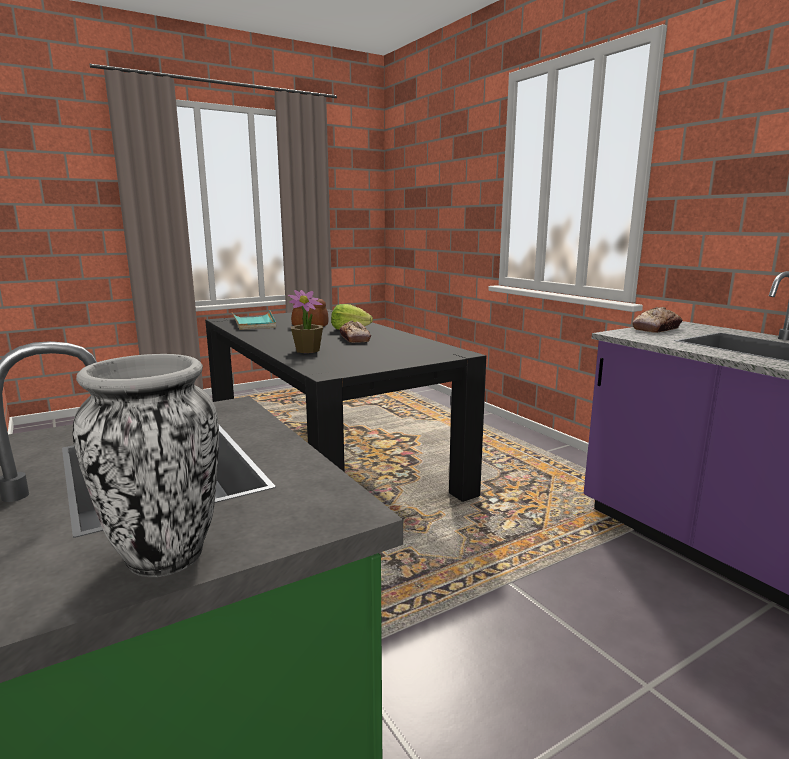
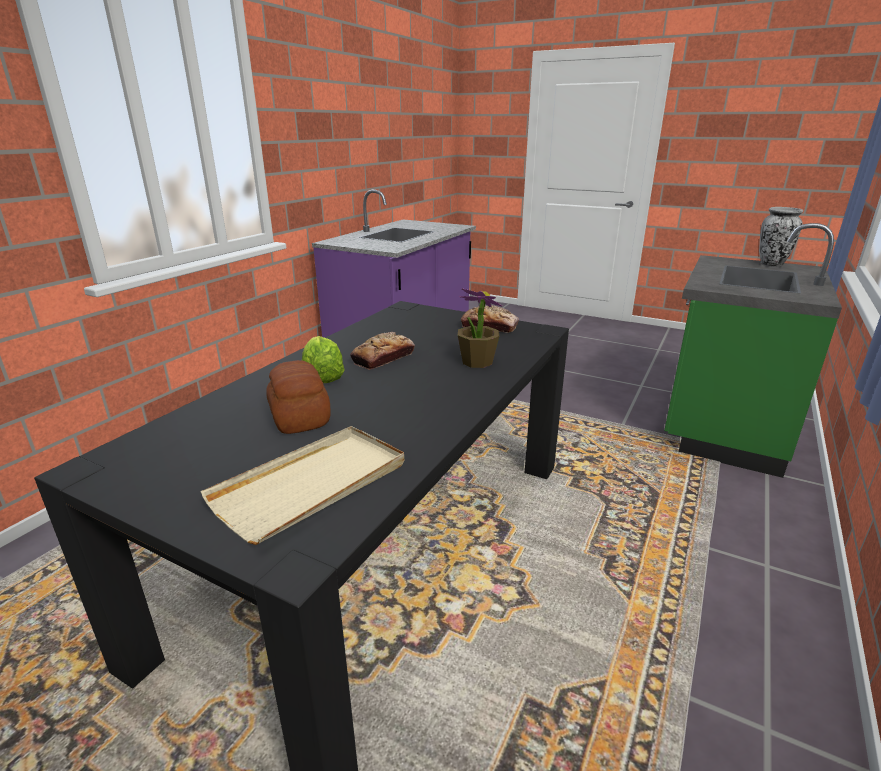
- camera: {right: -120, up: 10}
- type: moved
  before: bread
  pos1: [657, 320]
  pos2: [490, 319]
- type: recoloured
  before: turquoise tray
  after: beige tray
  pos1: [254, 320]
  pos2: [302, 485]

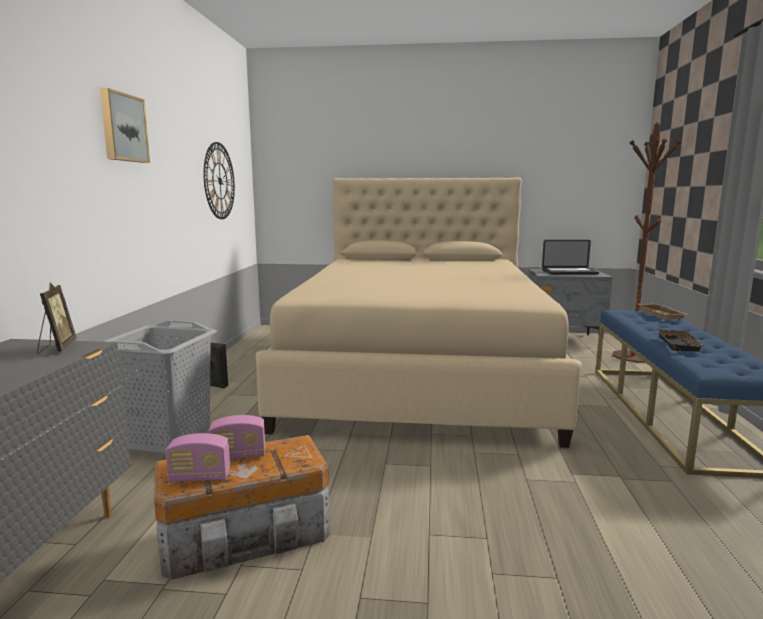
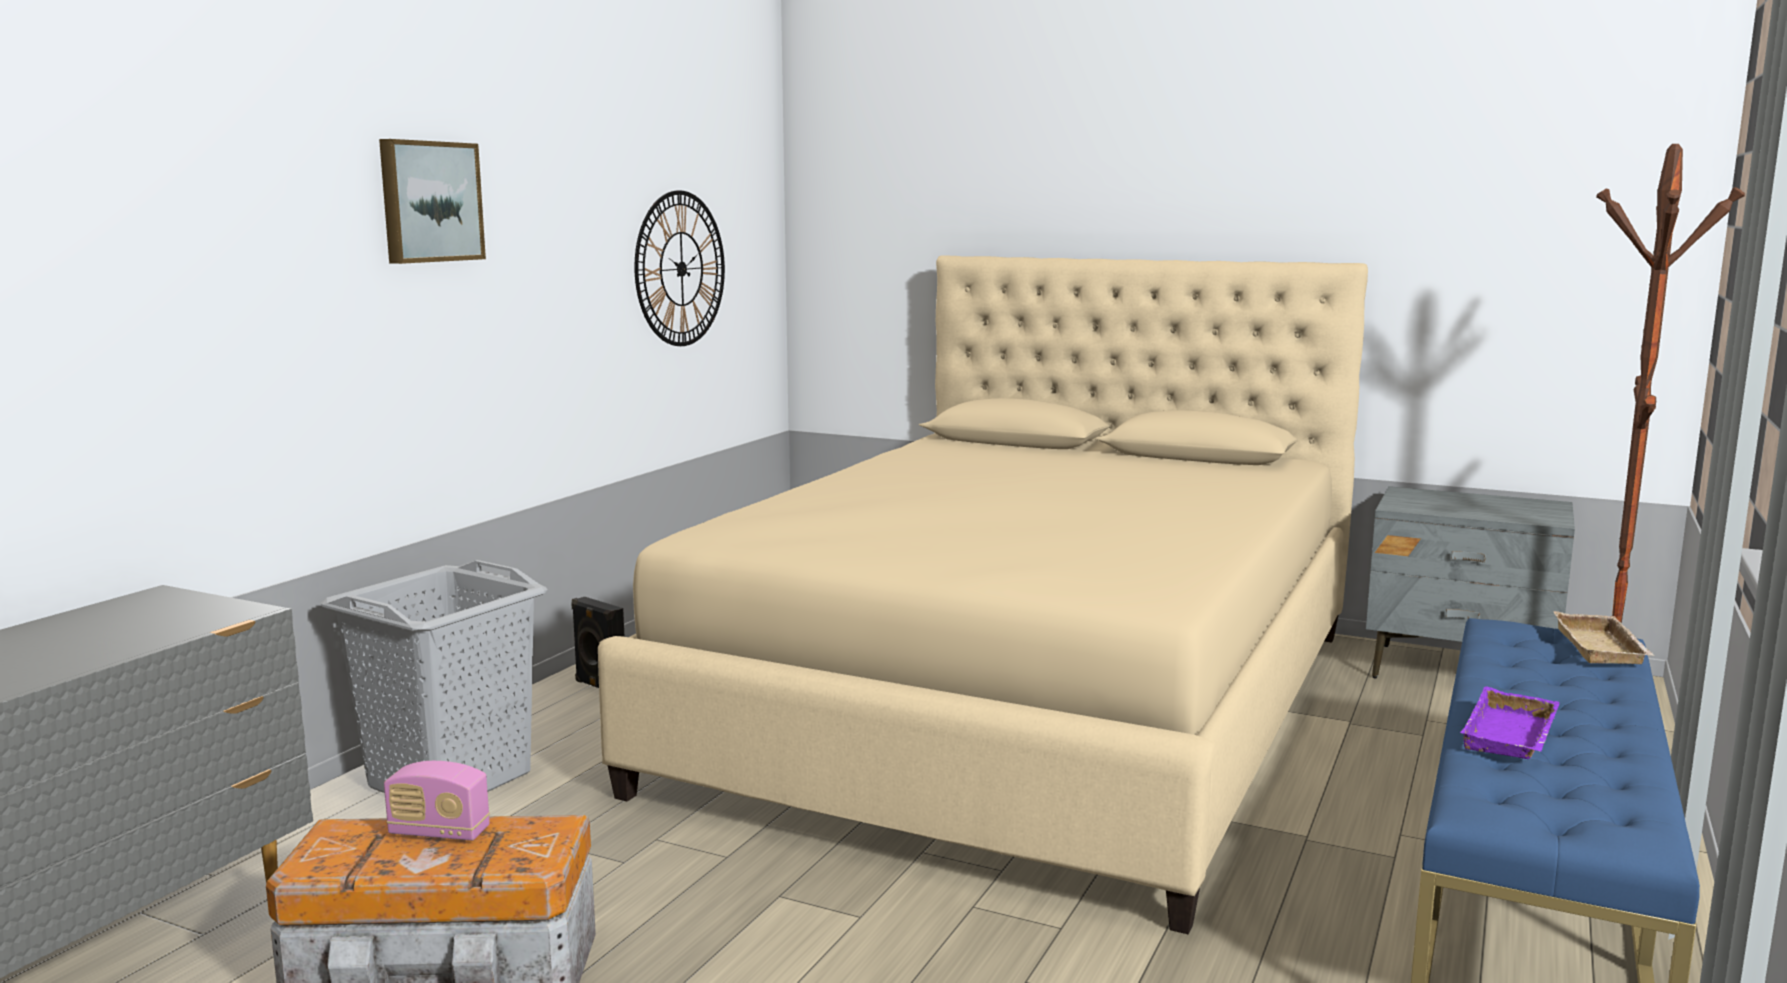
- camera: {right: 20, up: 0}
- type: removed
  before: picture frame
  pos1: [57, 318]
- type: removed
  before: radio
  pos1: [197, 457]
- type: removed
  before: laptop
  pos1: [570, 257]
- type: recoloured
  before: black tray
  after: purple tray
  pos1: [681, 340]
  pos2: [1510, 722]

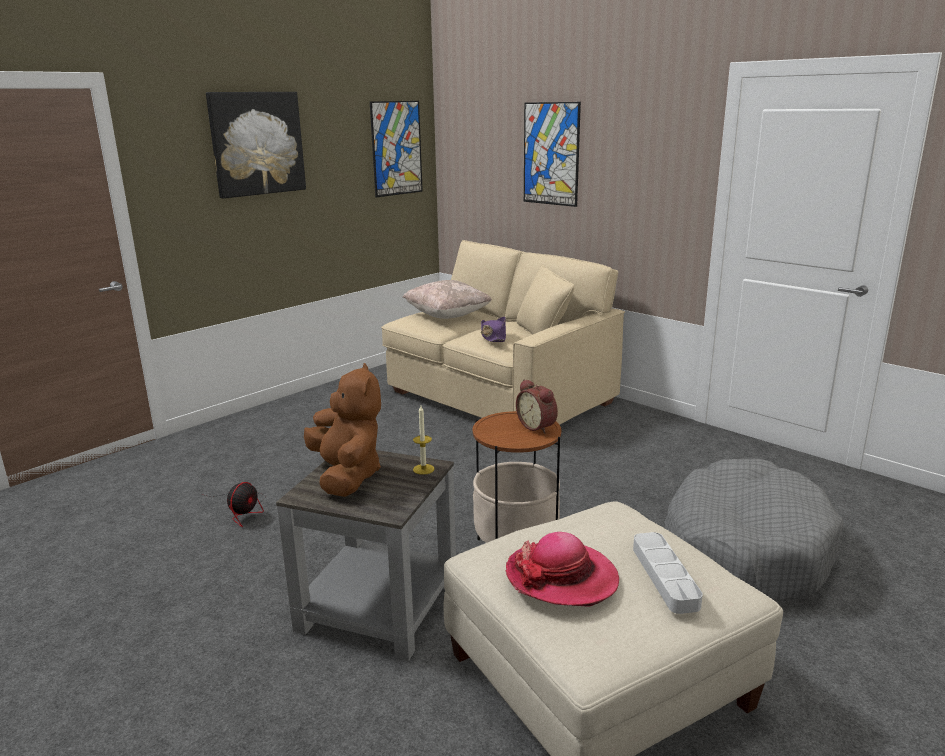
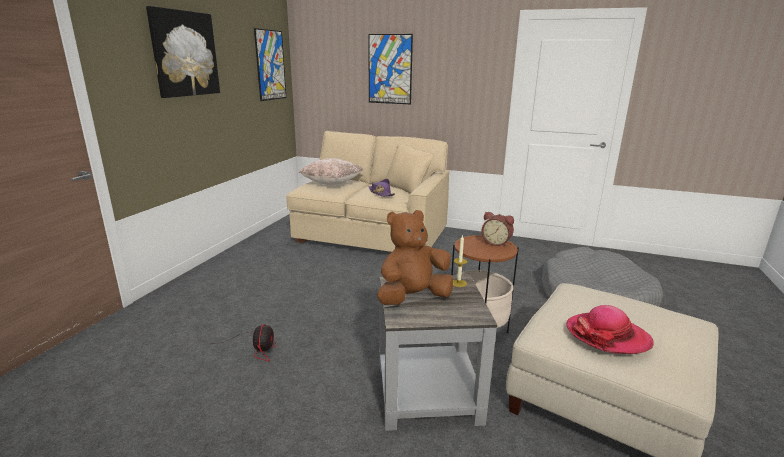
- camera: {right: -25, up: 0}
- type: removed
  before: grey tray
  pos1: [668, 573]
- type: turned
  before: brown plush toy
  pos1: [342, 430]
  pos2: [415, 257]
  turn: -75

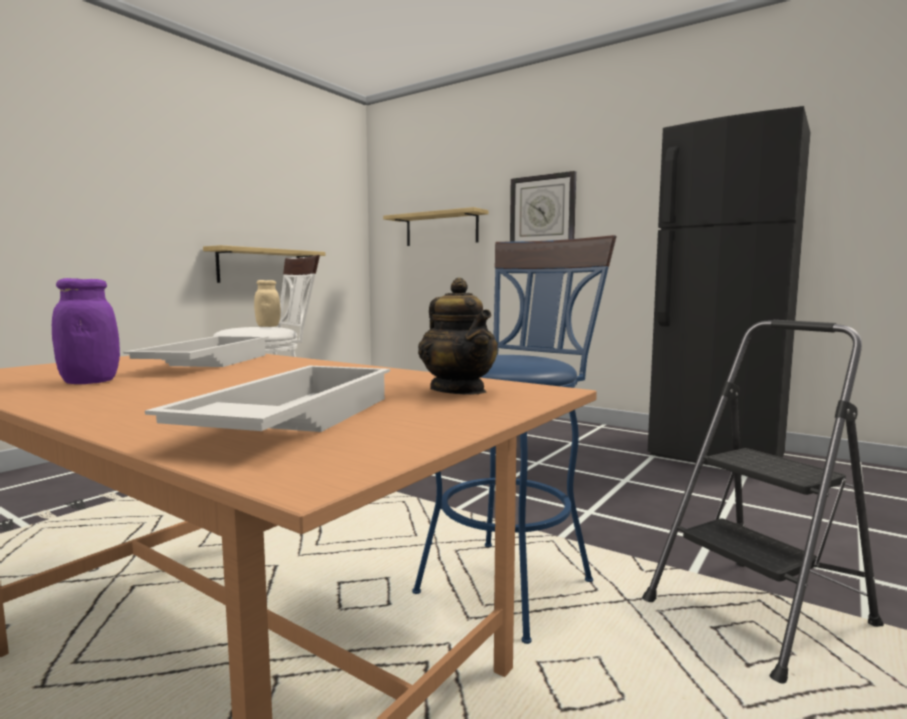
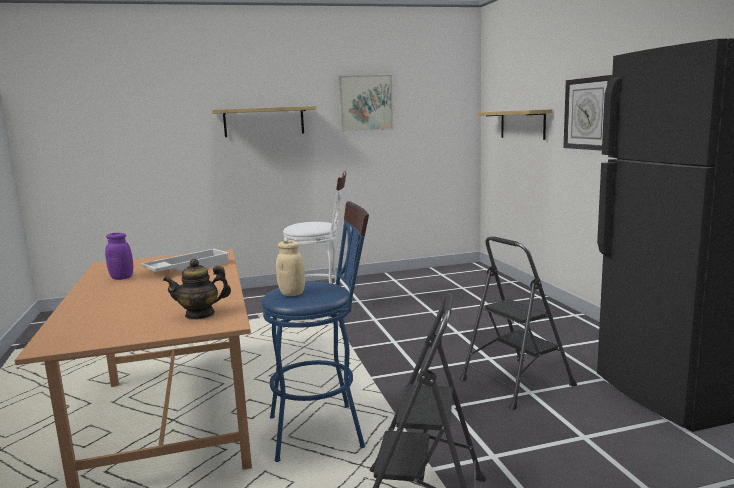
- camera: {right: 40, up: 5}
- type: removed
  before: white tray
  pos1: [267, 399]
- type: added
  after: picture
  pos2: [365, 103]
- type: added
  after: black step ladder
  pos2: [518, 323]
- type: moved
  before: shelf
  pos1: [264, 264]
  pos2: [264, 121]
- type: moved
  before: beige jar
  pos1: [267, 303]
  pos2: [290, 268]
- type: turned
  before: teapot
  pos1: [458, 336]
  pos2: [197, 289]
  turn: 60

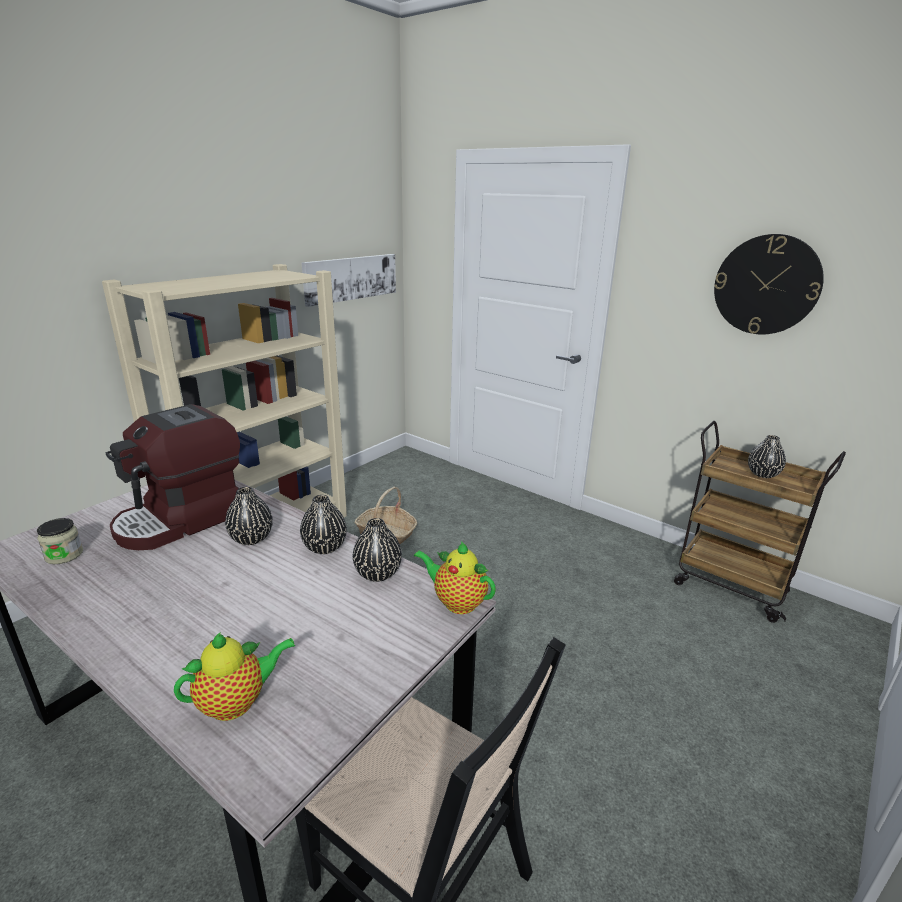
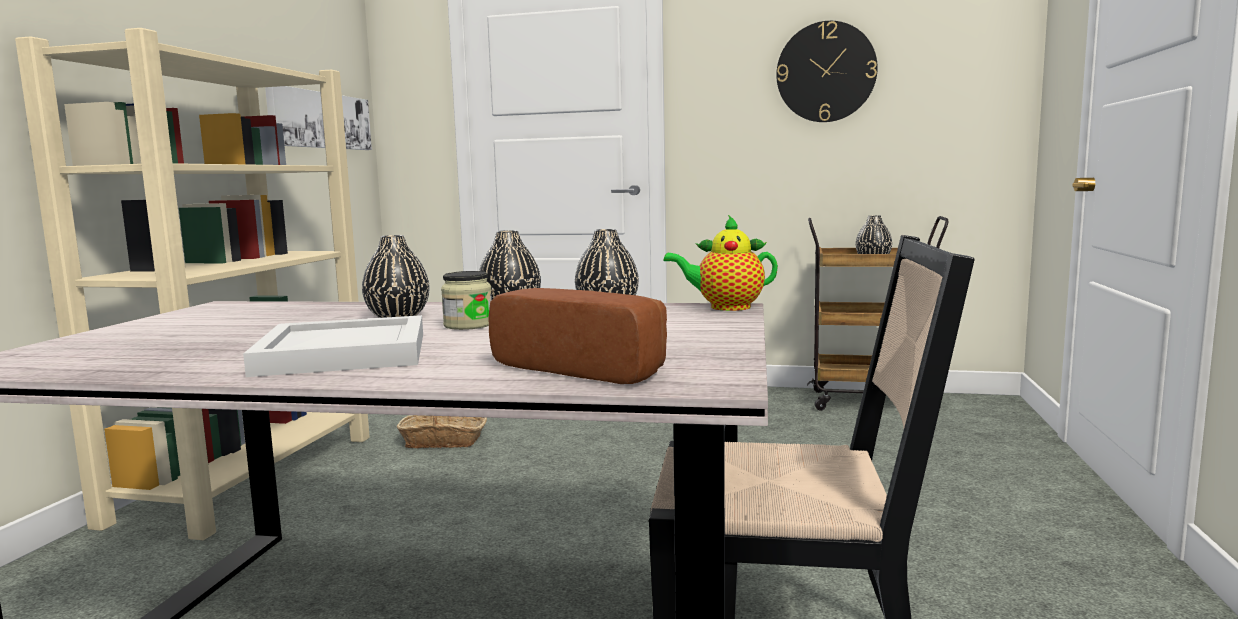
- camera: {right: -25, up: -15}
- type: removed
  before: coffee machine
  pos1: [172, 477]
- type: added
  after: white tray
  pos2: [333, 346]
- type: moved
  before: jar
  pos1: [60, 541]
  pos2: [466, 300]
- type: replaced
  before: teapot
  after: bread
  pos1: [234, 676]
  pos2: [577, 336]

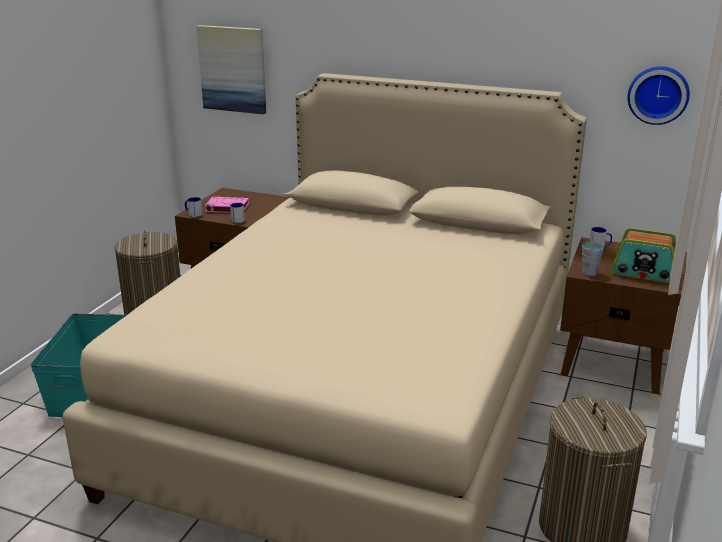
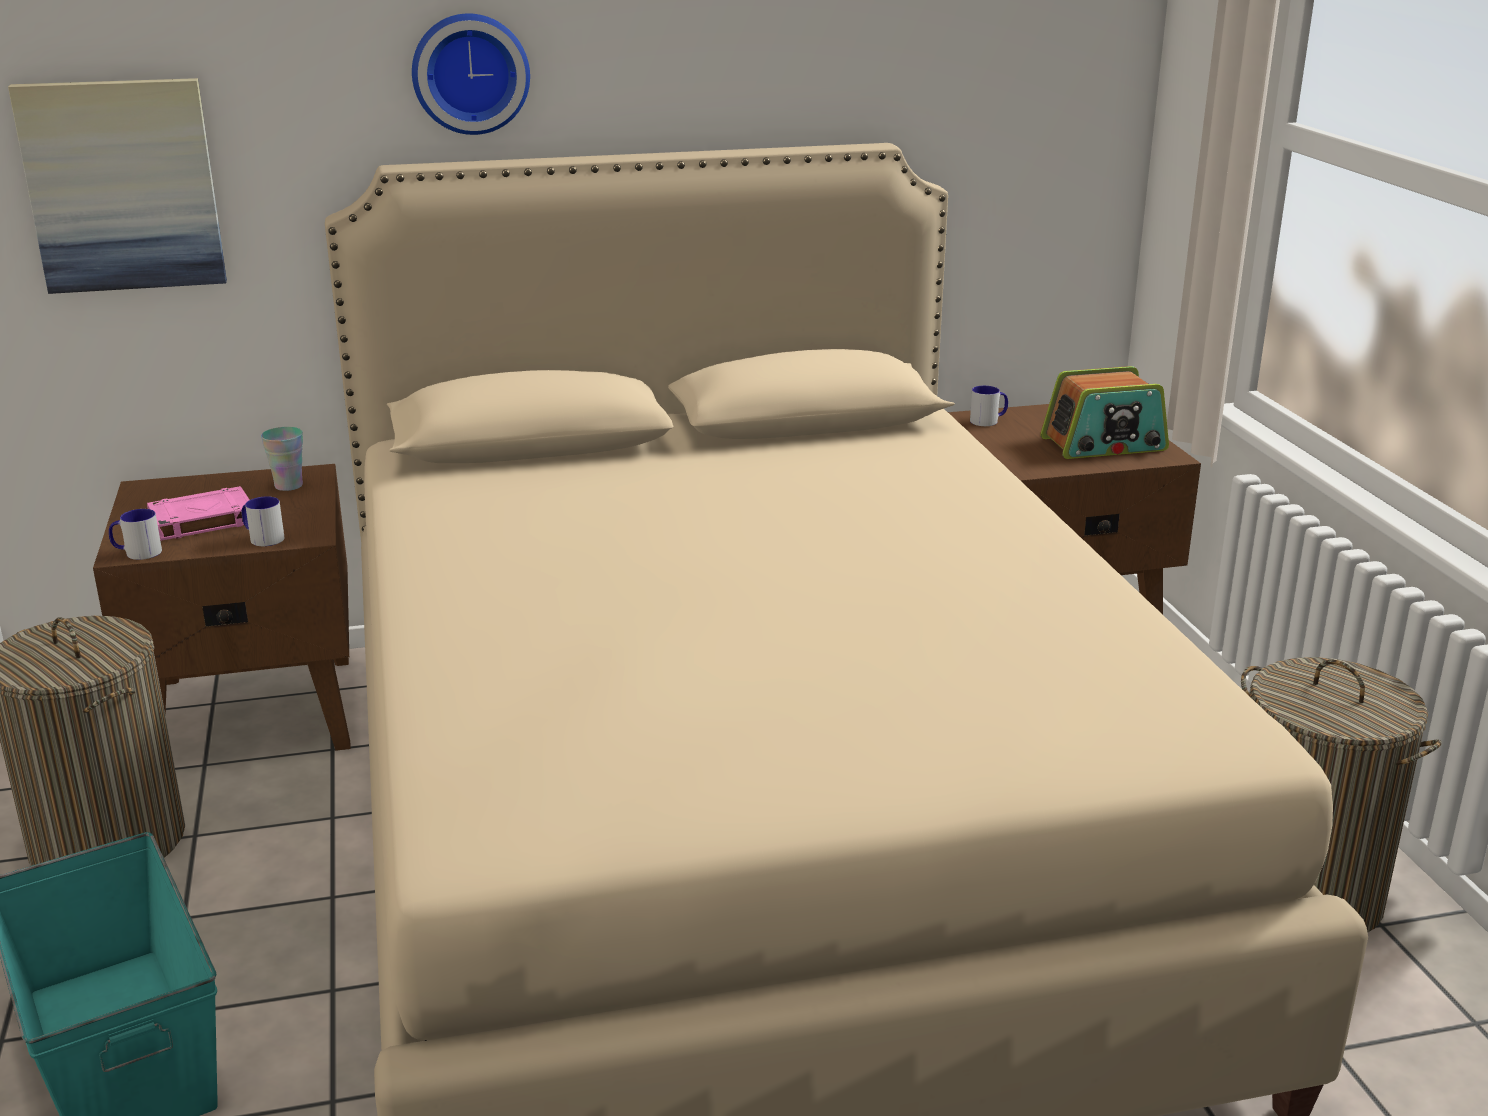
- camera: {right: -35, up: 0}
- type: moved
  before: cup
  pos1: [593, 259]
  pos2: [282, 459]
- type: moved
  before: wall clock
  pos1: [659, 95]
  pos2: [471, 74]

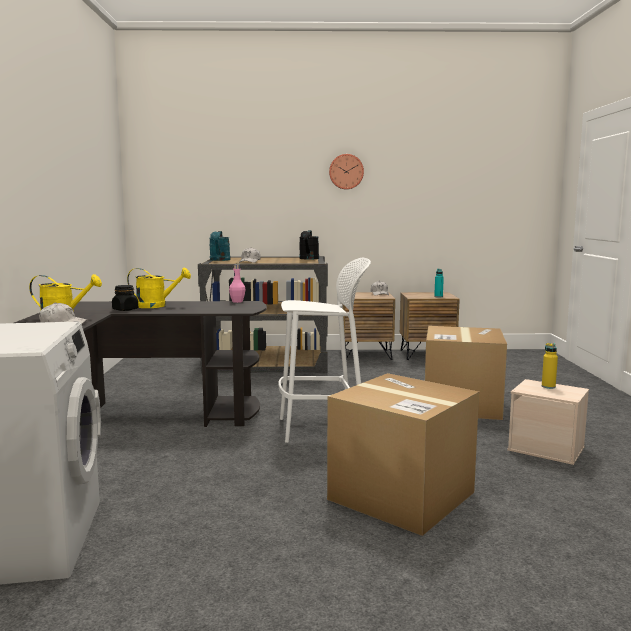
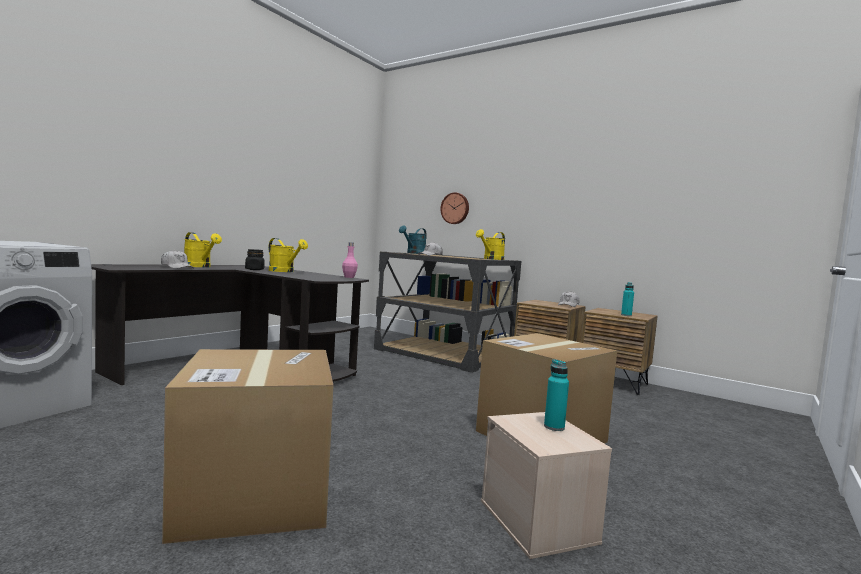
- camera: {right: 35, up: -5}
- type: removed
  before: white stool
  pos1: [325, 350]
- type: moved
  before: wall clock
  pos1: [346, 171]
  pos2: [454, 208]
- type: recoloured
  before: black watering can
  after: yellow watering can
  pos1: [309, 244]
  pos2: [490, 244]
- type: recoloured
  before: yellow bottle
  after: turquoise bottle
  pos1: [550, 366]
  pos2: [556, 395]

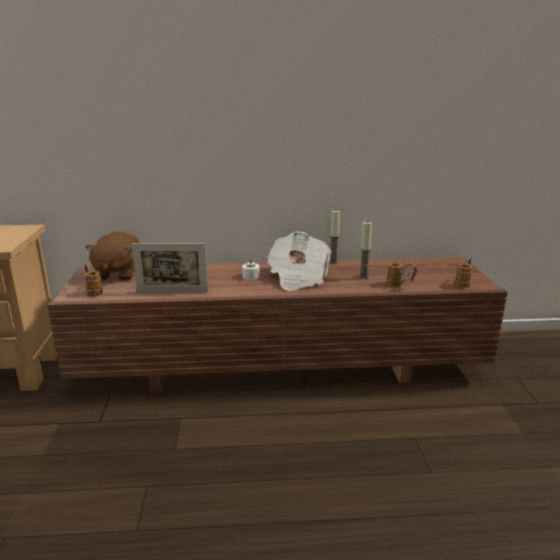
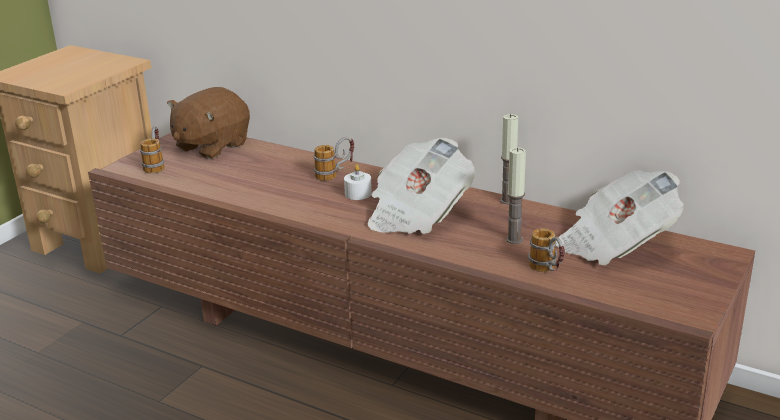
- camera: {right: 35, up: 5}
- type: removed
  before: picture frame
  pos1: [170, 267]
- type: added
  after: newspaper
  pos2: [620, 218]
- type: moved
  before: mug
  pos1: [463, 272]
  pos2: [334, 159]

